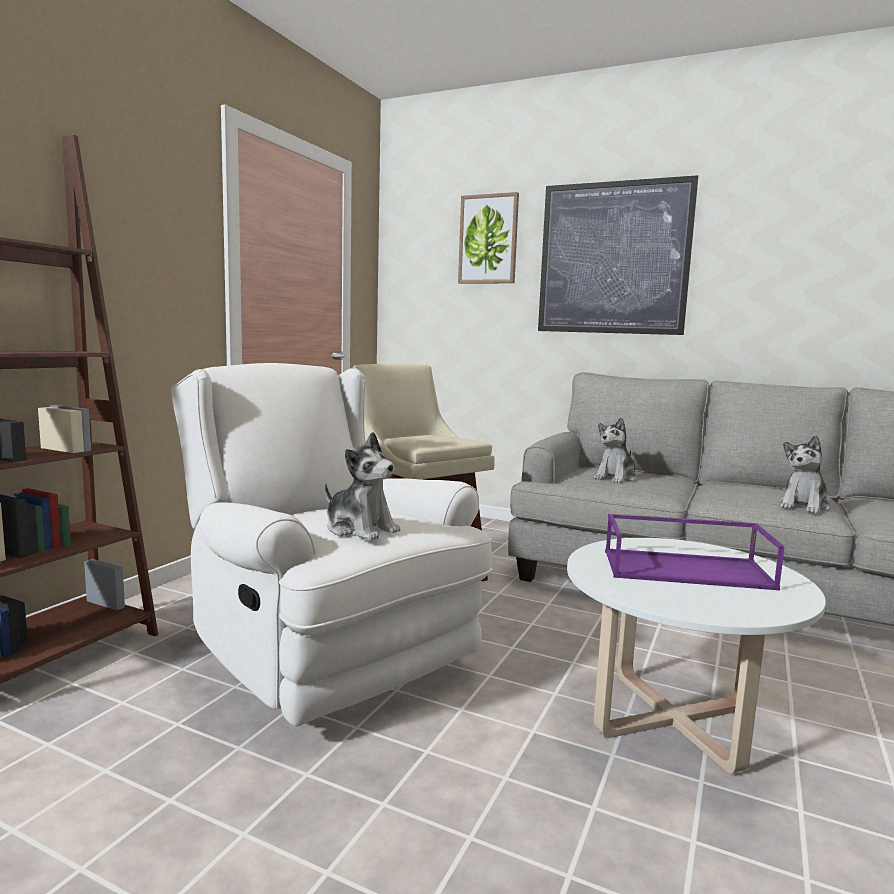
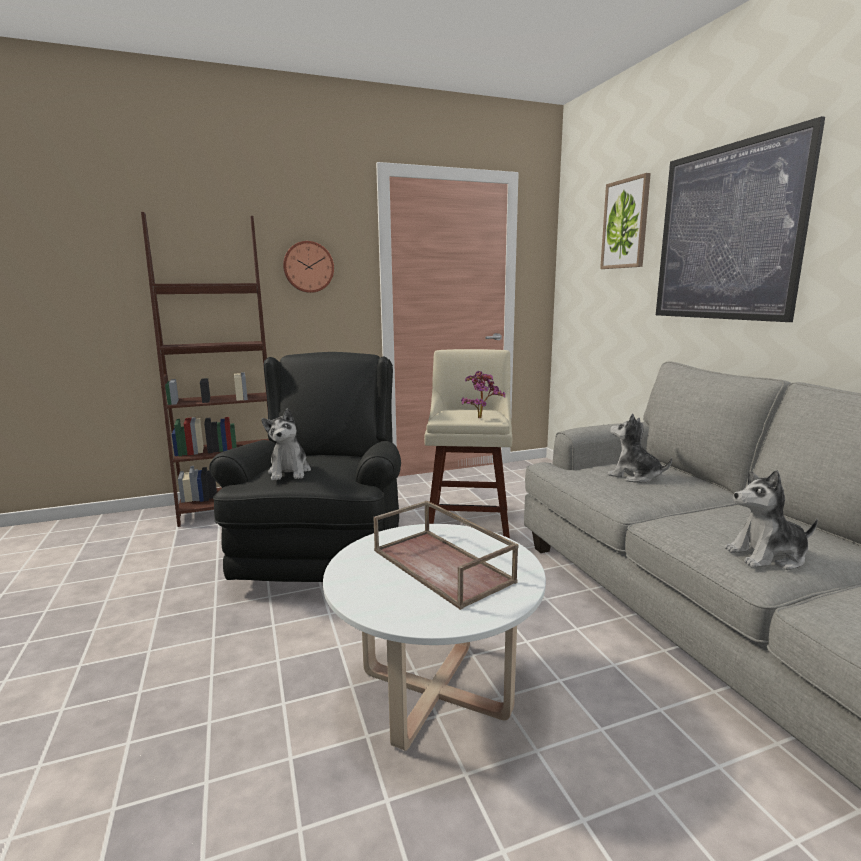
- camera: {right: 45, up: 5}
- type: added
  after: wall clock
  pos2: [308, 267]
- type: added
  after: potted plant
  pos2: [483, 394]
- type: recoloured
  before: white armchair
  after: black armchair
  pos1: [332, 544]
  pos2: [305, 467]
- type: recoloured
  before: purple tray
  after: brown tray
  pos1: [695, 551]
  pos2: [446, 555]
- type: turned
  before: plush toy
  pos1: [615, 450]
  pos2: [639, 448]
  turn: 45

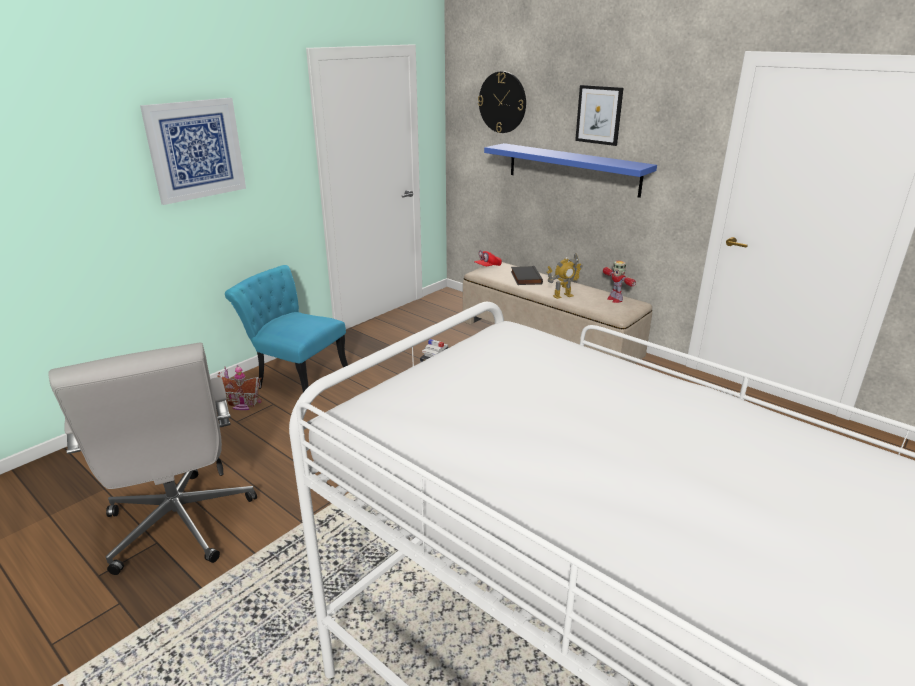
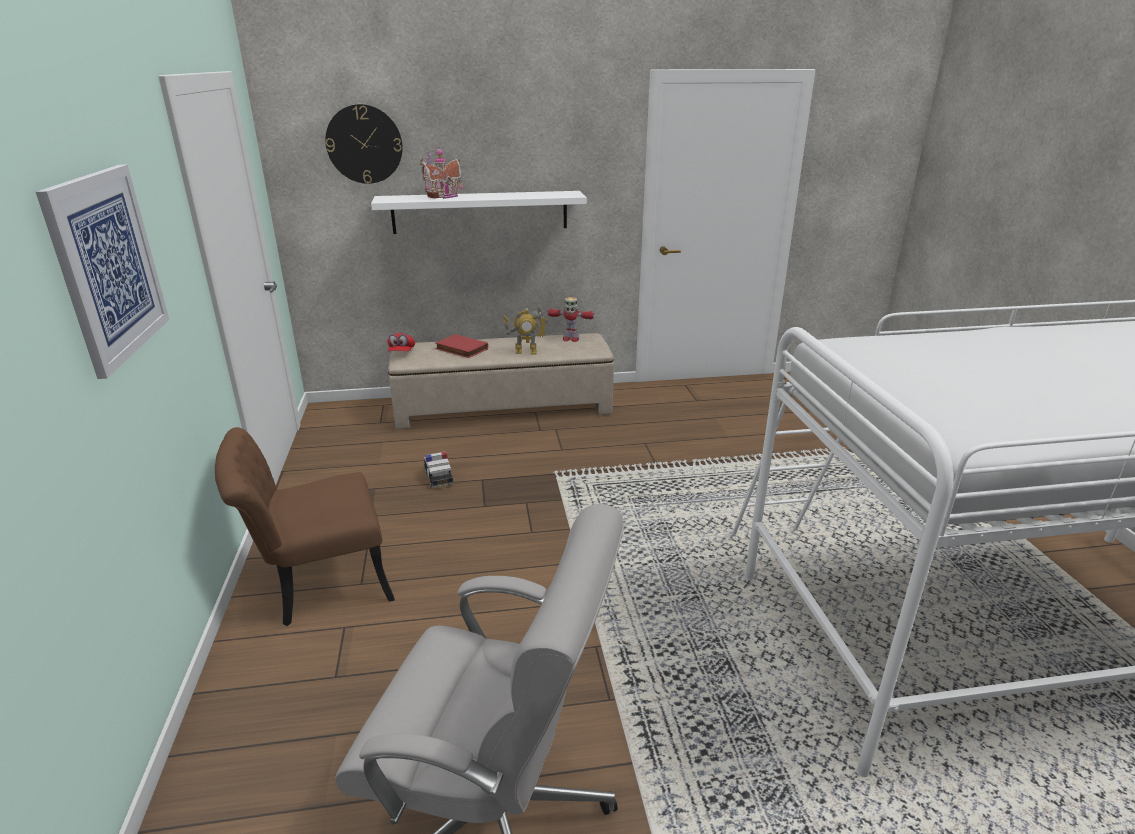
- camera: {right: -50, up: 0}
- type: removed
  before: picture
  pos1: [599, 115]
- type: moved
  before: toy house
  pos1: [240, 387]
  pos2: [442, 173]
- type: recoloured
  before: turquoise chair
  after: brown chair
  pos1: [286, 335]
  pos2: [305, 526]
- type: recoloured
  before: blue shelf
  after: white shelf
  pos1: [570, 170]
  pos2: [479, 212]
- type: recoloured
  before: black book
  after: red book
  pos1: [527, 275]
  pos2: [461, 346]
- type: turned
  before: toy robot
  pos1: [565, 276]
  pos2: [525, 330]
  turn: 75

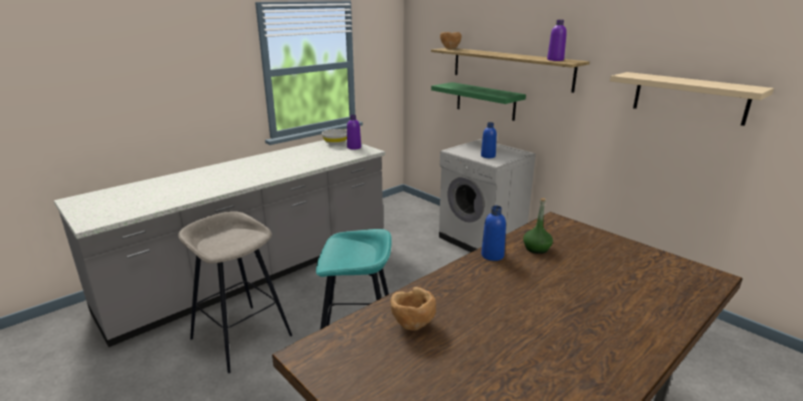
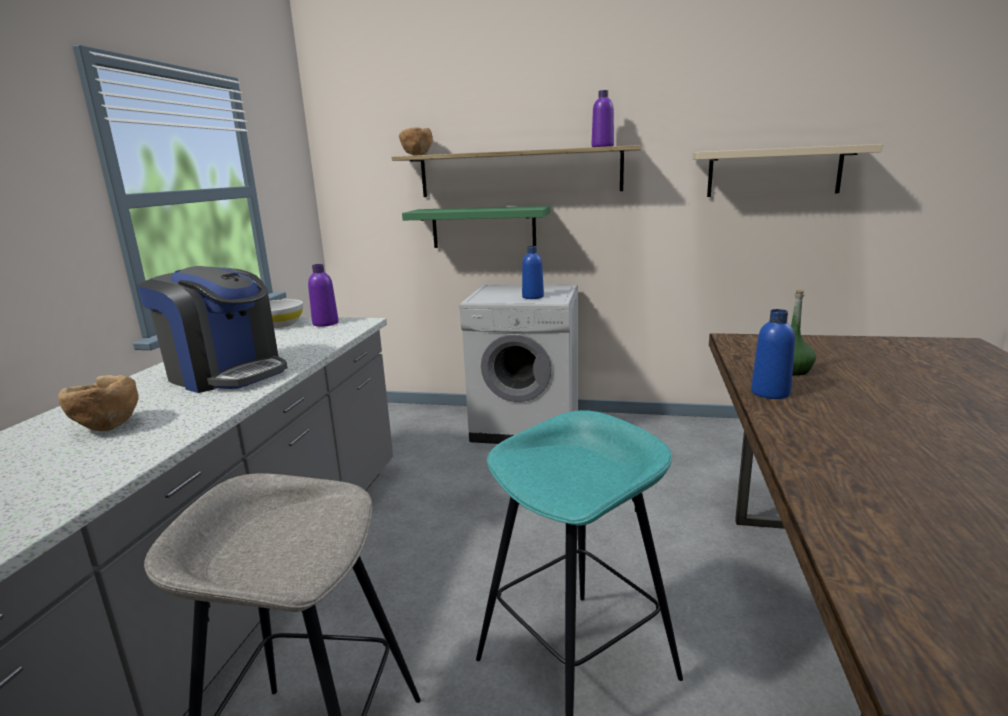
- camera: {right: -35, up: -5}
- type: added
  after: coffee machine
  pos2: [212, 329]
- type: moved
  before: brown bowl
  pos1: [413, 309]
  pos2: [98, 403]

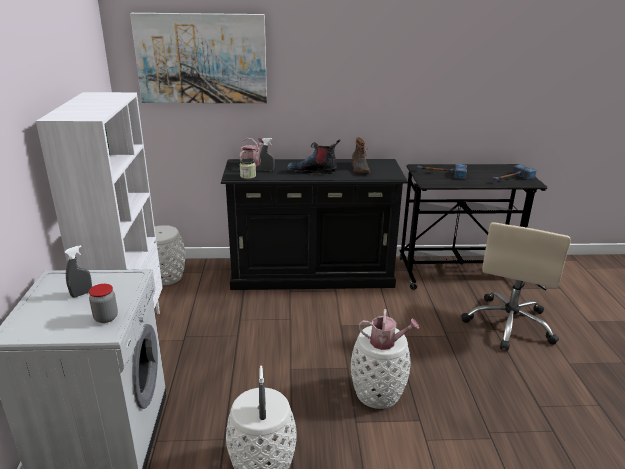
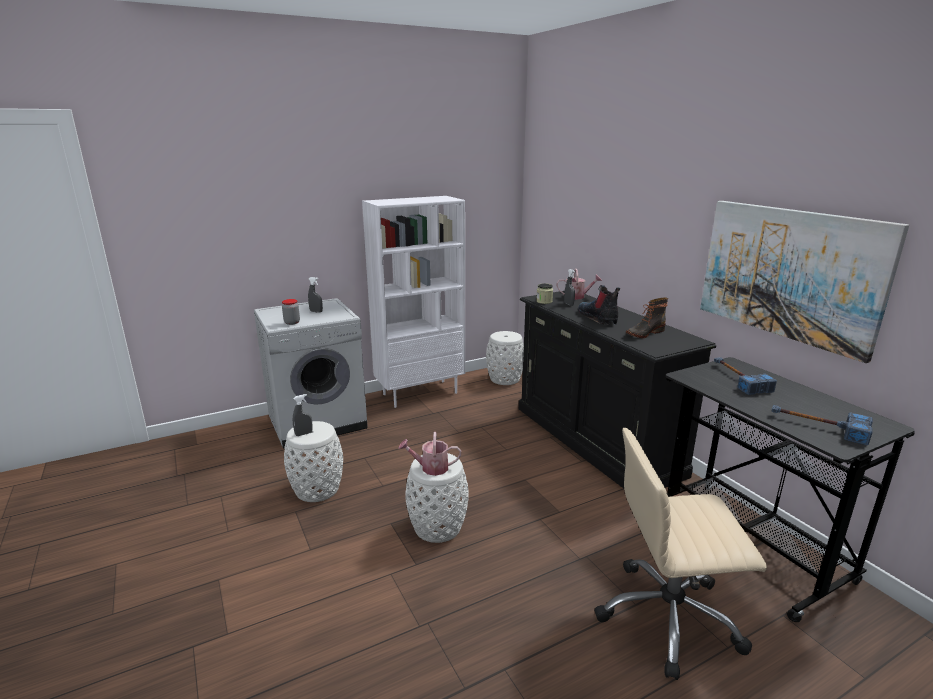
- camera: {right: 65, up: -5}
- type: moved
  before: picture
  pos1: [198, 58]
  pos2: [804, 282]
- type: turned
  before: watering can
  pos1: [389, 329]
  pos2: [429, 454]
  turn: 105

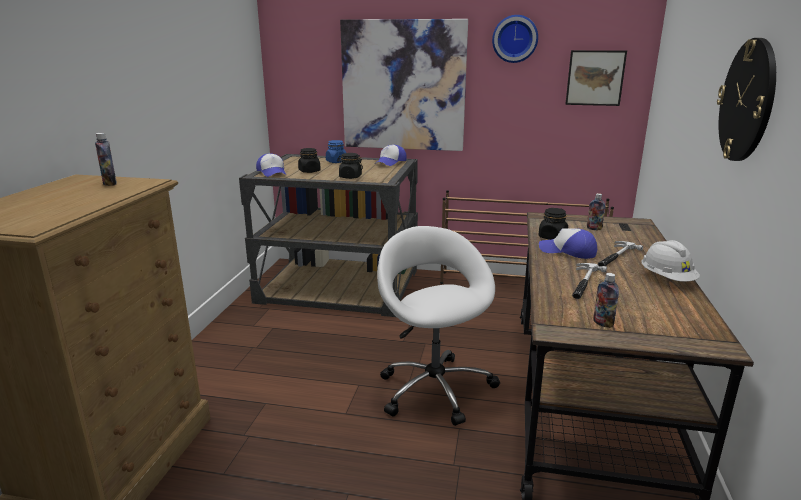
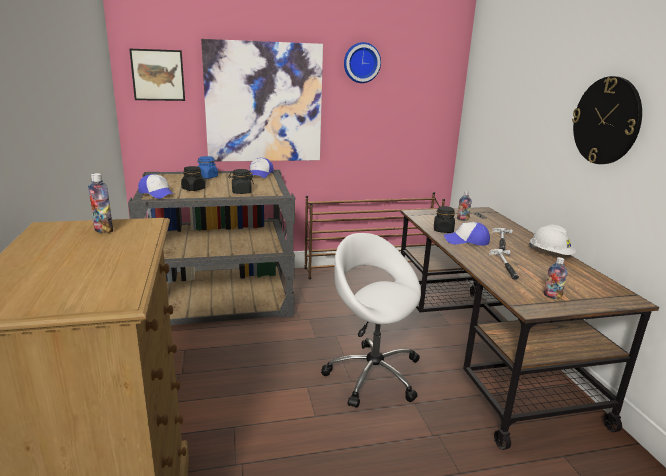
- camera: {right: -25, up: 0}
- type: moved
  before: picture
  pos1: [596, 78]
  pos2: [157, 75]

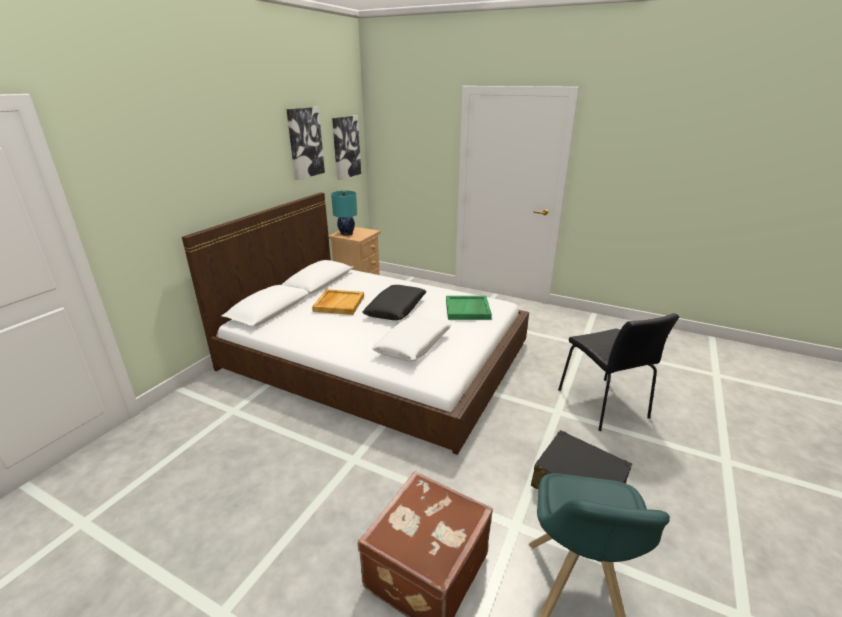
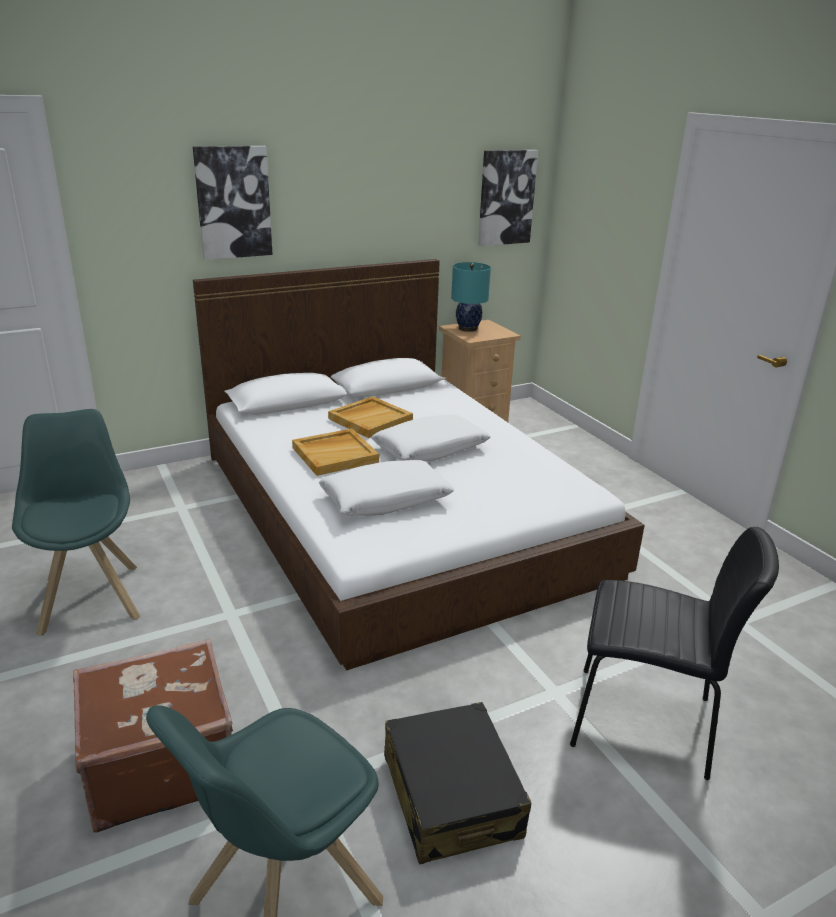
- camera: {right: 35, up: 0}
- type: removed
  before: green tray
  pos1: [469, 308]
- type: added
  after: turquoise chair
  pos2: [76, 522]
- type: added
  after: beige tray
  pos2: [335, 452]
- type: moved
  before: picture
  pos1: [305, 143]
  pos2: [233, 203]
- type: recoloured
  before: black pillow
  after: white pillow
  pos1: [394, 302]
  pos2: [431, 438]
- type: turned
  before: black chair
  pos1: [618, 372]
  pos2: [674, 653]
  turn: -90

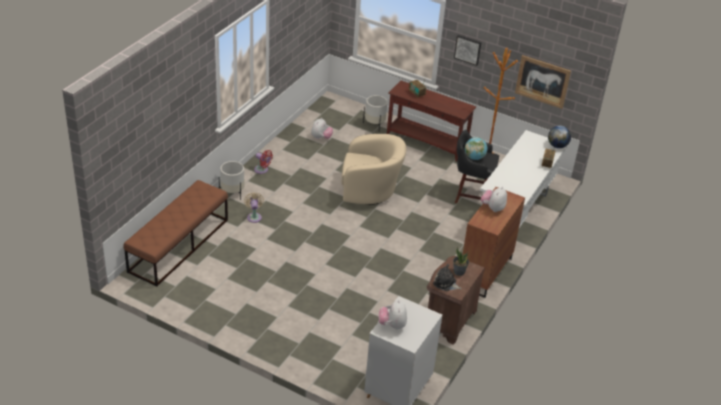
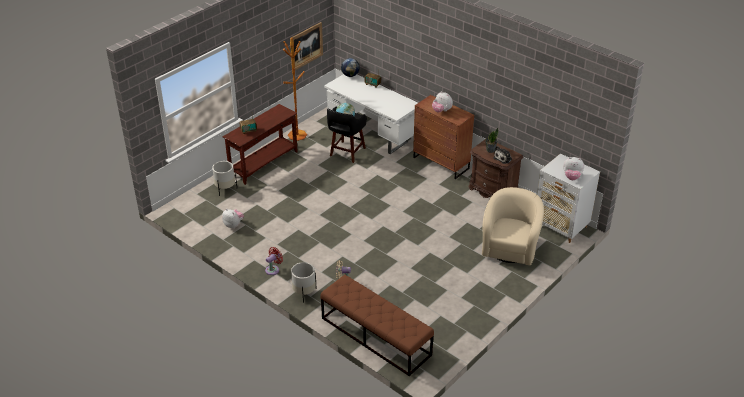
- camera: {right: -75, up: 0}
- type: removed
  before: picture
  pos1: [467, 50]
- type: moved
  before: beige armchair
  pos1: [374, 169]
  pos2: [513, 226]

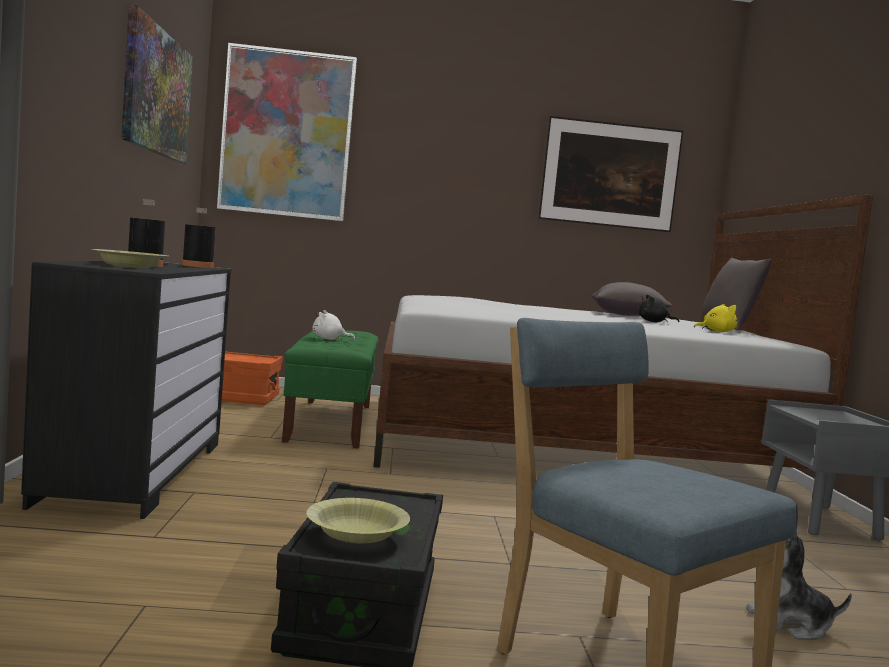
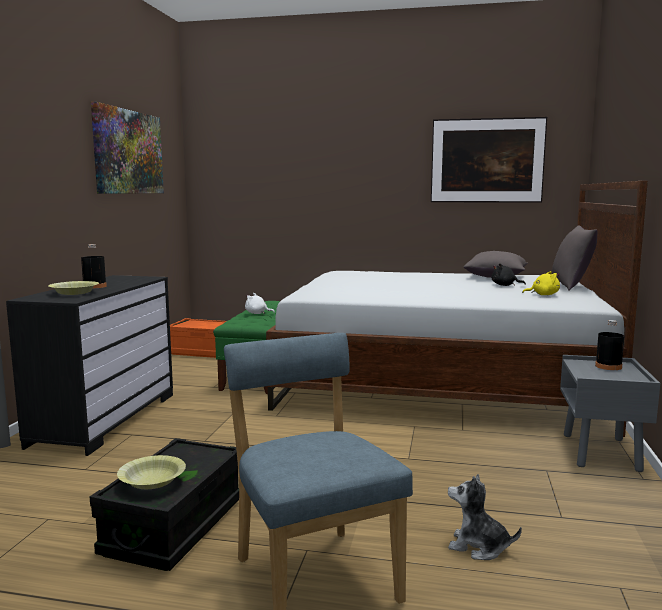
- camera: {right: 15, up: 5}
- type: removed
  before: picture
  pos1: [287, 132]
- type: moved
  before: black bottle
  pos1: [199, 238]
  pos2: [609, 345]

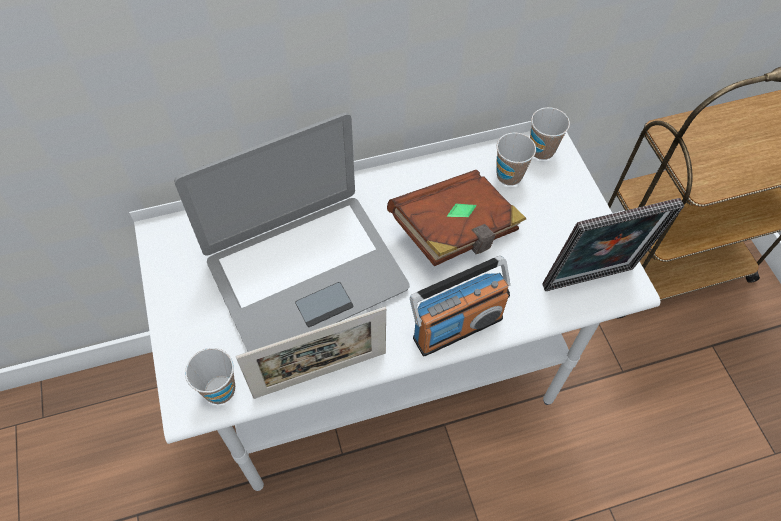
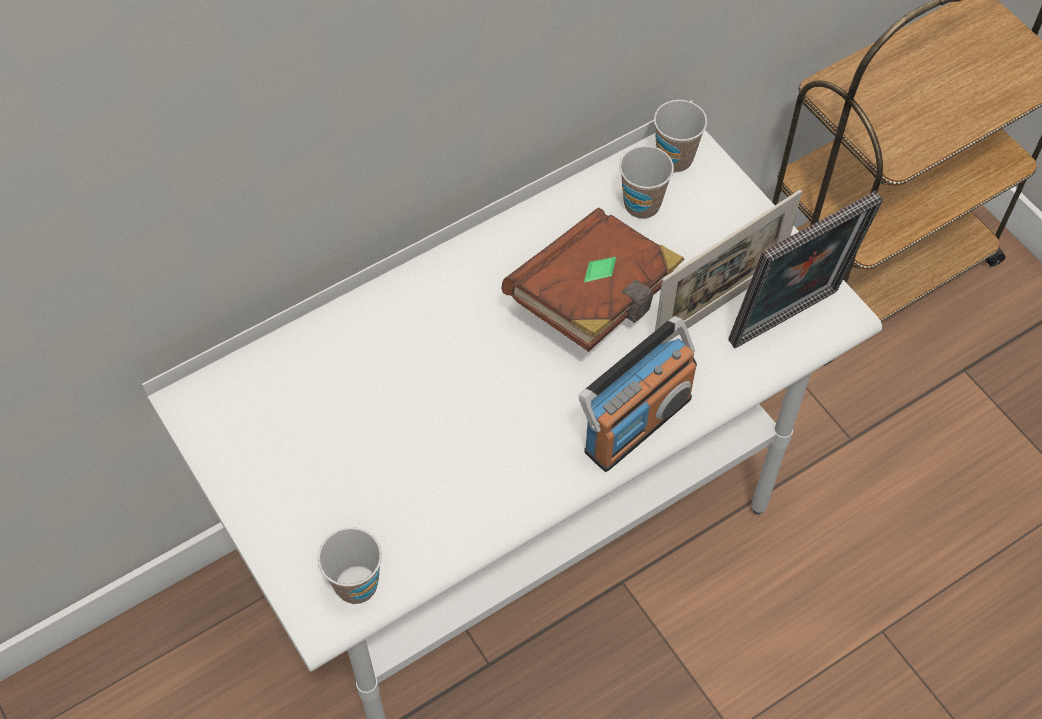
- camera: {right: -15, up: 0}
- type: removed
  before: laptop
  pos1: [292, 232]
- type: moved
  before: picture frame
  pos1: [311, 353]
  pos2: [728, 267]

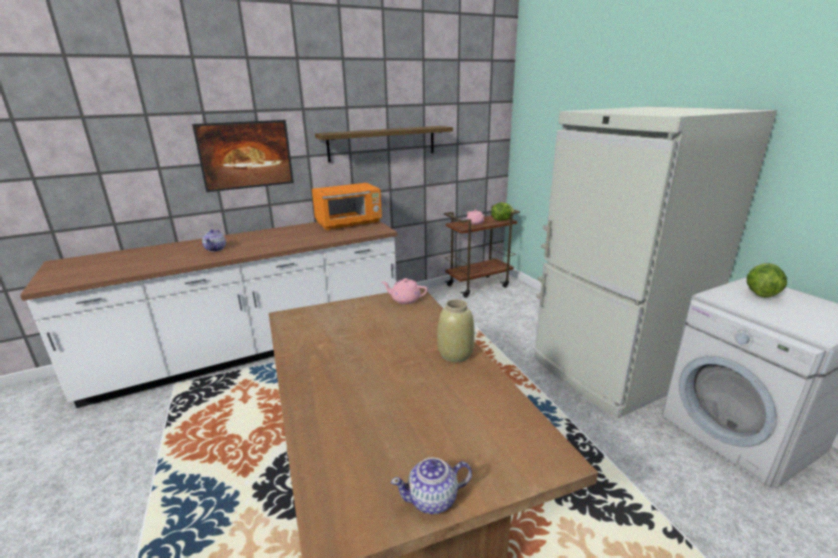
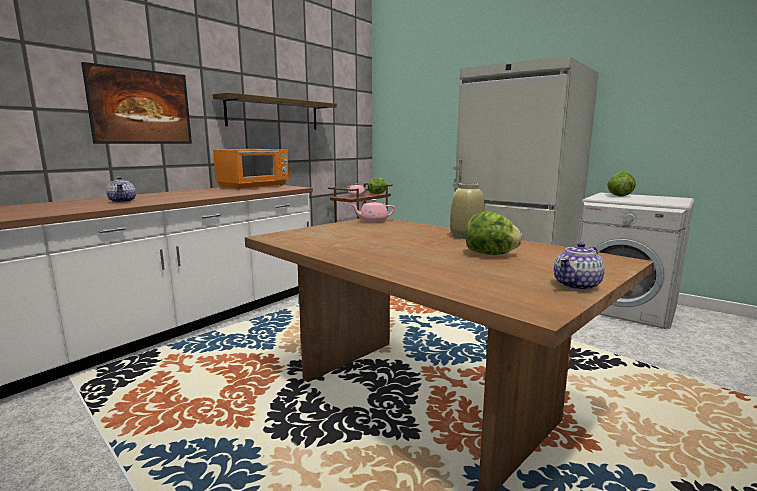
- camera: {right: -25, up: -10}
- type: added
  after: lettuce
  pos2: [494, 233]

